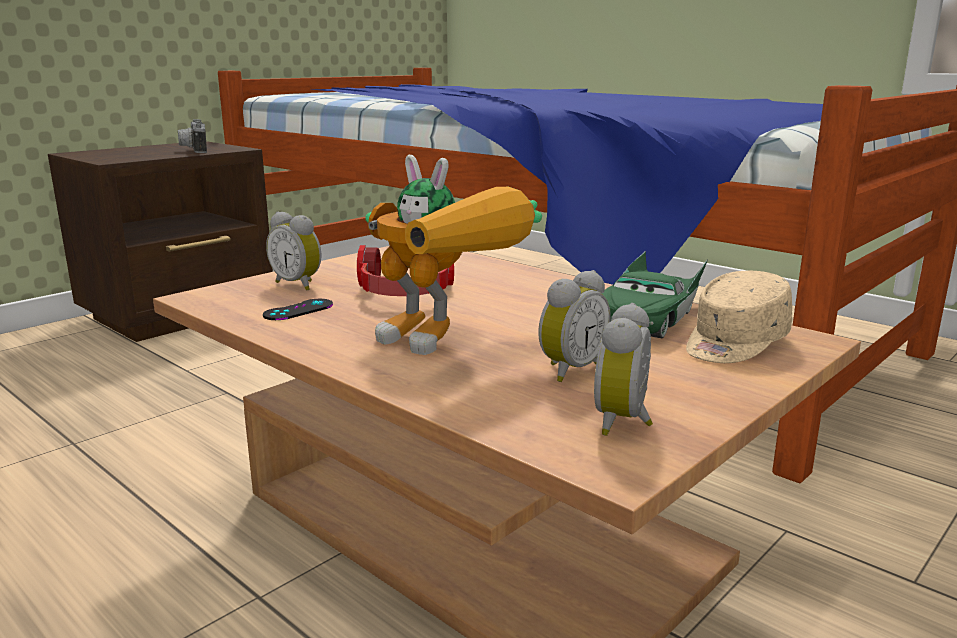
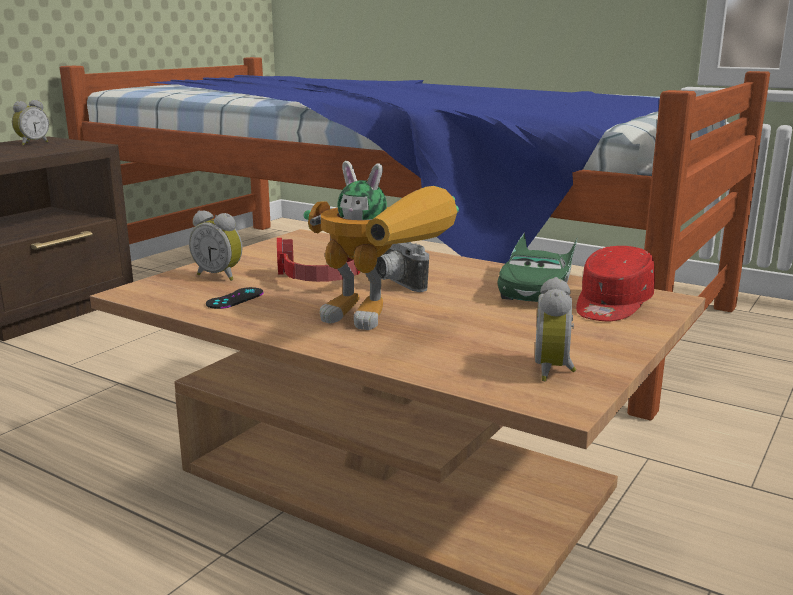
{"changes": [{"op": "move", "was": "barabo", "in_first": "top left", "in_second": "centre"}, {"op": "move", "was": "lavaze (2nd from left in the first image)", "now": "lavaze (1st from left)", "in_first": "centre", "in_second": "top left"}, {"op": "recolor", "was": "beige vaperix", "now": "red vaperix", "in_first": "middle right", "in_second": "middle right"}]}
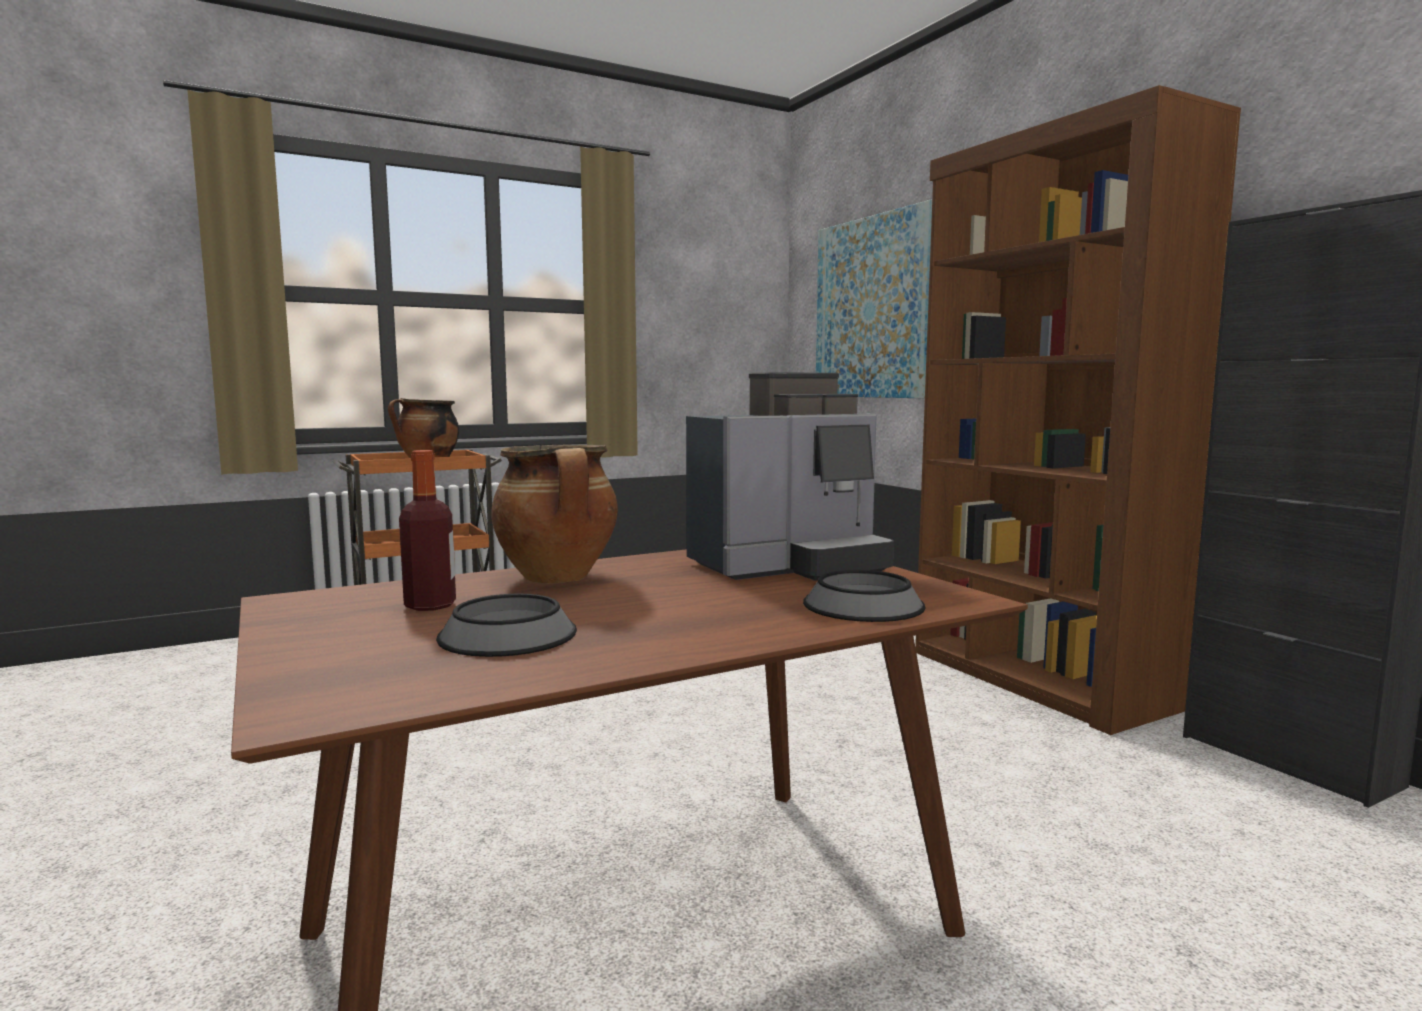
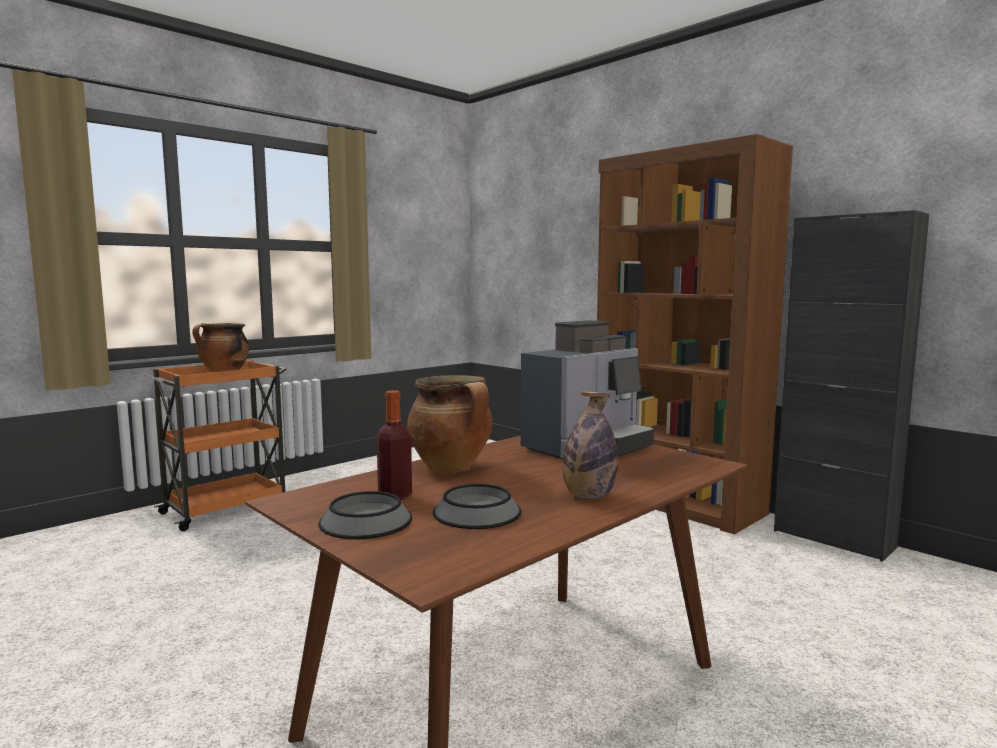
{"changes": [{"op": "delete", "was": "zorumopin", "in_first": "top centre"}, {"op": "move", "was": "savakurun (2nd from left in the first image)", "now": "savakurun (1st from left)", "in_first": "centre", "in_second": "bottom centre"}, {"op": "insert", "now": "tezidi (2nd from left)", "in_second": "centre"}]}
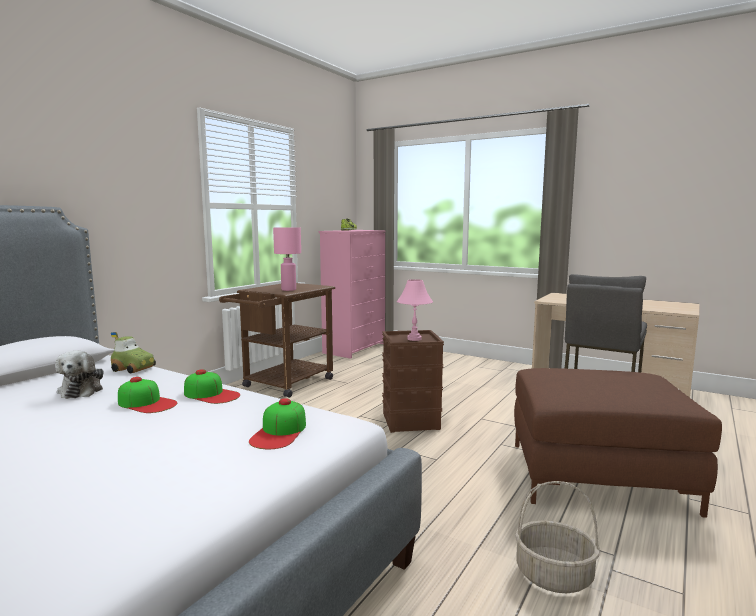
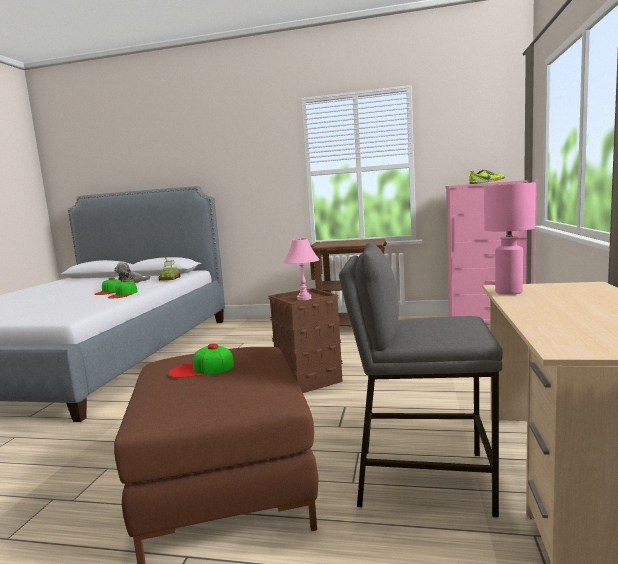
{"changes": [{"op": "move", "was": "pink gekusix (1st from left in the first image)", "now": "pink gekusix (2nd from left)", "in_first": "centre", "in_second": "middle right"}, {"op": "move", "was": "vaperix (3rd from left)", "in_first": "bottom centre", "in_second": "middle left"}, {"op": "delete", "was": "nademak", "in_first": "bottom right"}]}
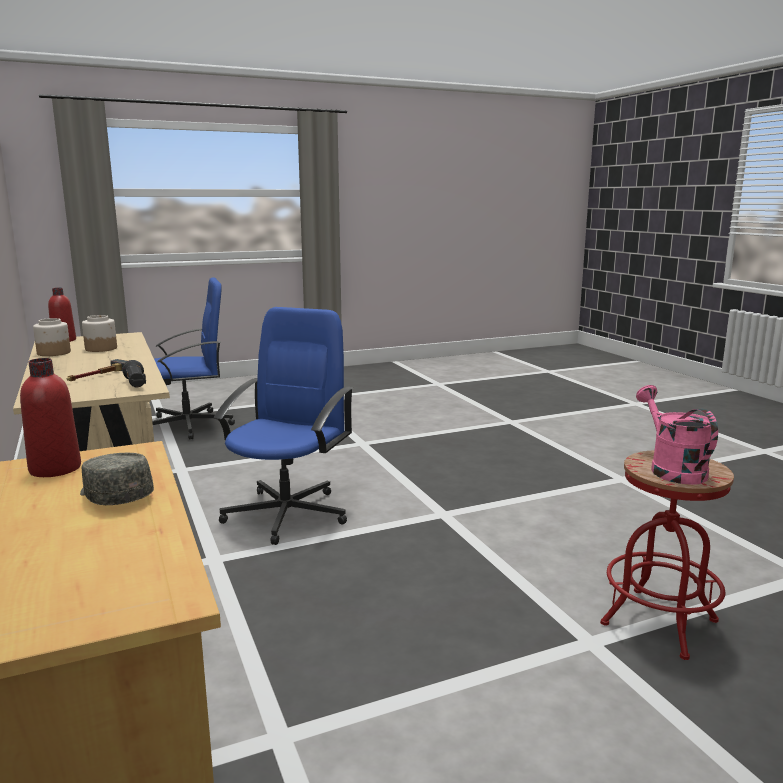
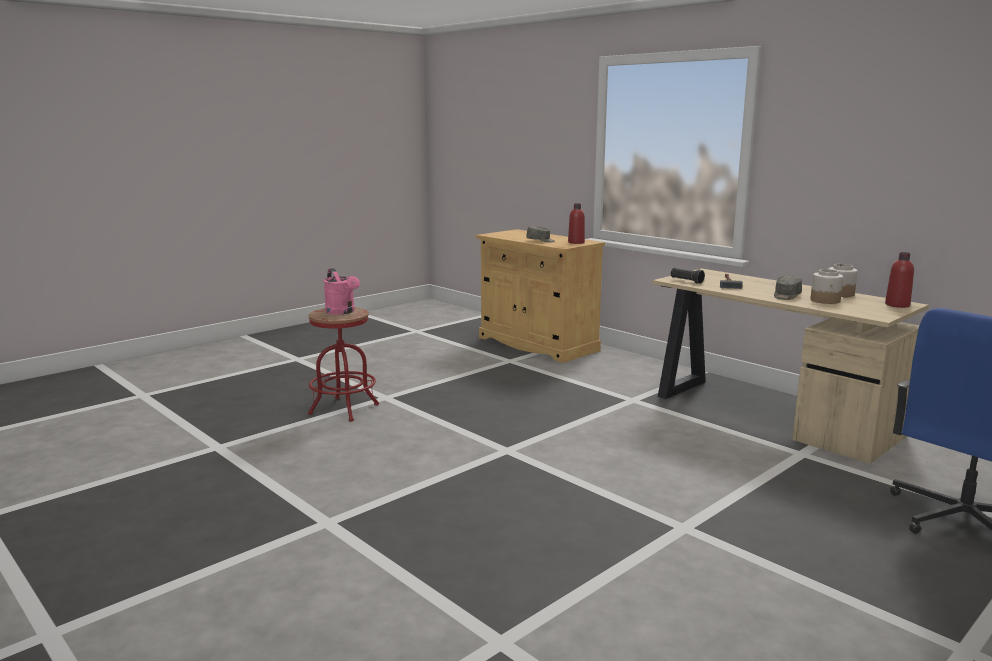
{"changes": [{"op": "delete", "was": "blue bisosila (2nd from left)", "in_first": "centre"}, {"op": "insert", "now": "grey vaperix (2nd from left)", "in_second": "middle right"}]}
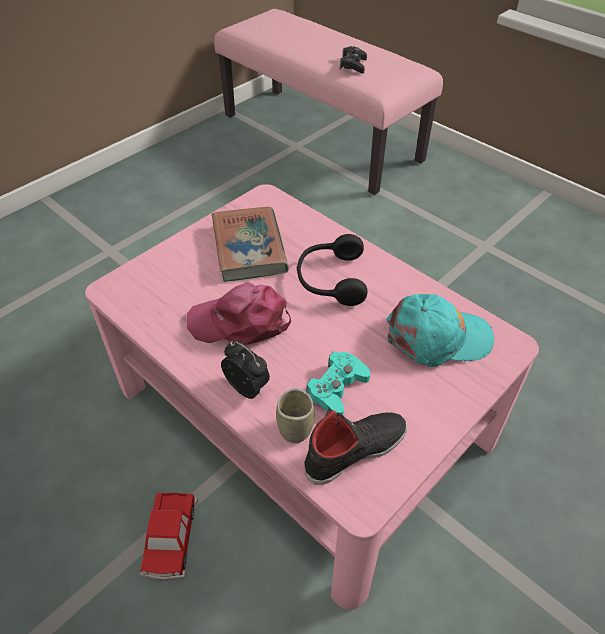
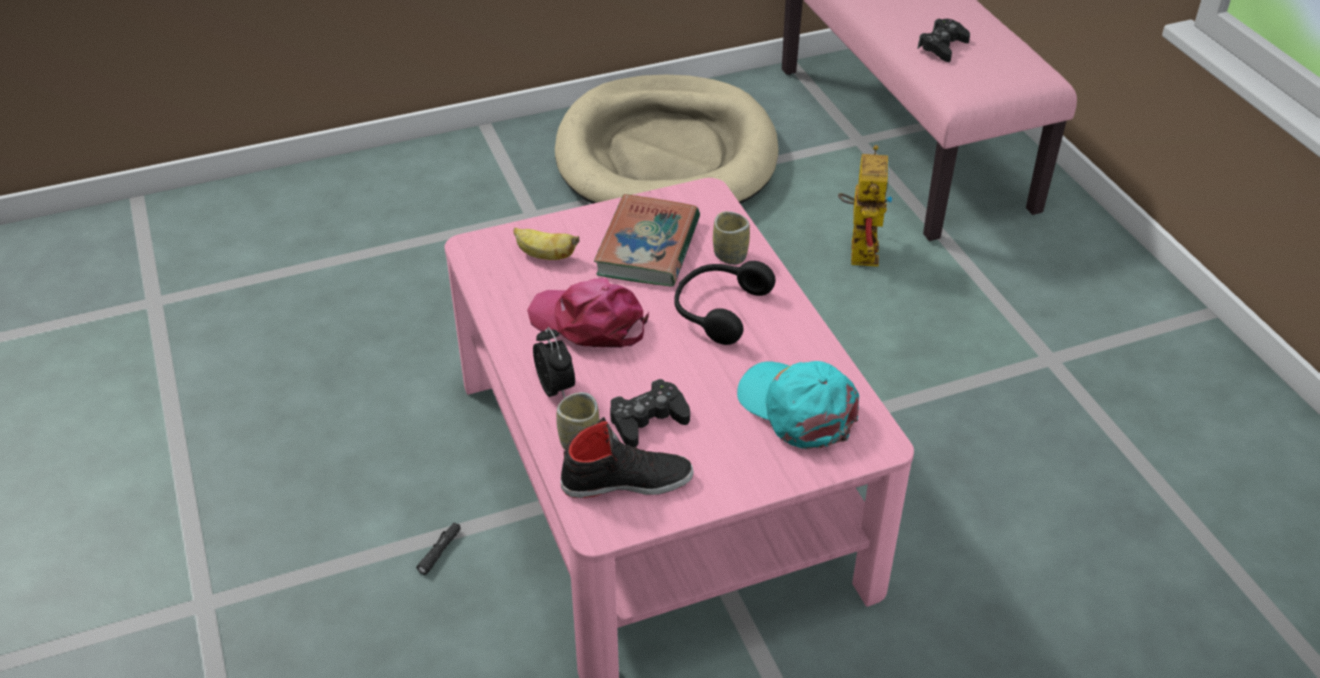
{"changes": [{"op": "rotate", "was": "turquoise vaperix", "in_first": "middle right", "in_second": "centre", "clockwise": -150}, {"op": "recolor", "was": "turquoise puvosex", "now": "black puvosex (1st from left)", "in_first": "centre", "in_second": "centre"}, {"op": "replace", "was": "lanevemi", "now": "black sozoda", "in_first": "bottom left", "in_second": "bottom left"}, {"op": "insert", "now": "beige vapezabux", "in_second": "top centre"}, {"op": "insert", "now": "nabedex", "in_second": "top centre"}, {"op": "insert", "now": "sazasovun (2nd from left)", "in_second": "centre"}, {"op": "insert", "now": "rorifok", "in_second": "centre"}]}
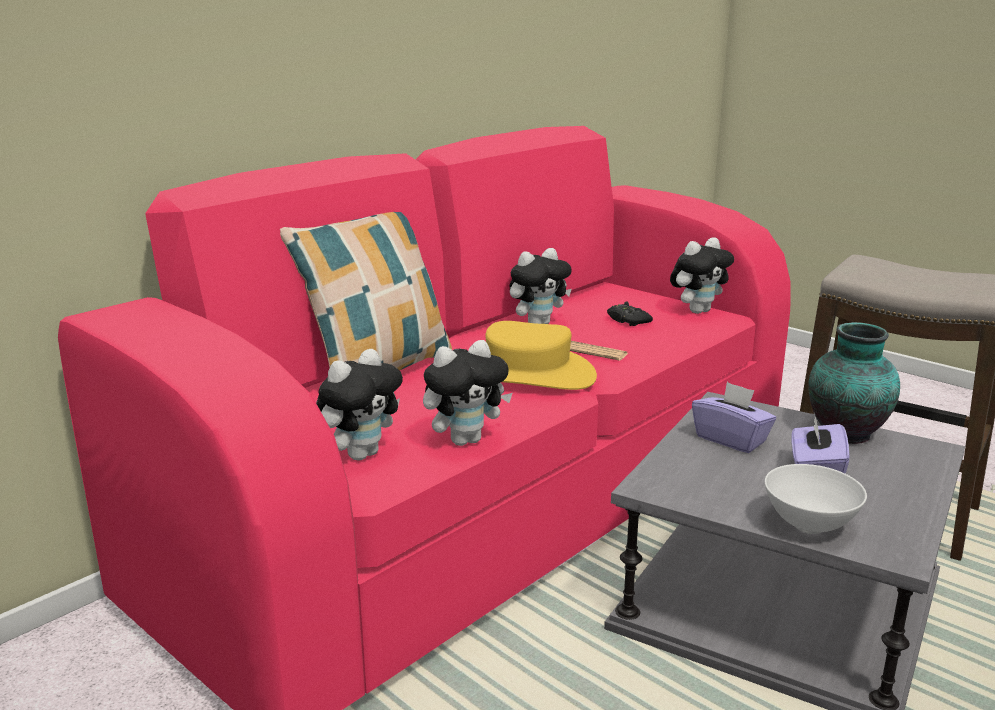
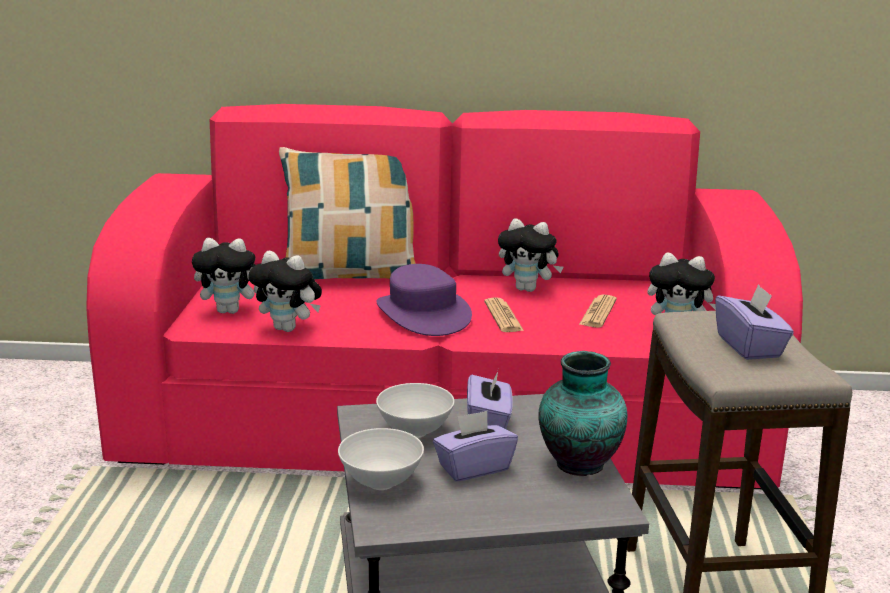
{"changes": [{"op": "replace", "was": "black puvosex", "now": "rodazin (2nd from left)", "in_first": "centre", "in_second": "middle right"}, {"op": "recolor", "was": "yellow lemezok", "now": "purple lemezok", "in_first": "centre", "in_second": "centre"}, {"op": "insert", "now": "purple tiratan (3rd from left)", "in_second": "middle right"}, {"op": "insert", "now": "white savakurun (2nd from left)", "in_second": "bottom centre"}]}
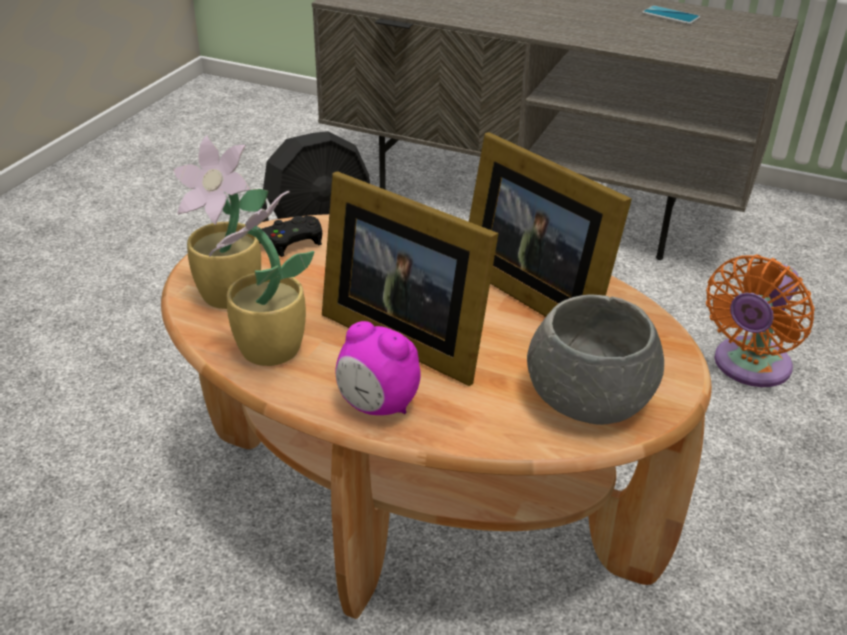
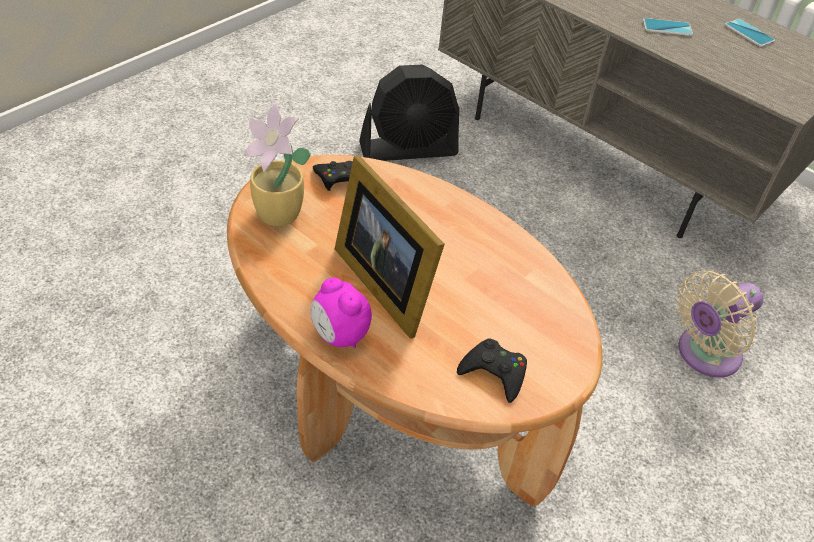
{"changes": [{"op": "delete", "was": "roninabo (2nd from left)", "in_first": "centre"}, {"op": "delete", "was": "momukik (2nd from left)", "in_first": "middle left"}, {"op": "recolor", "was": "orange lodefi", "now": "beige lodefi", "in_first": "middle right", "in_second": "middle right"}, {"op": "replace", "was": "grey savakurun", "now": "black puvosex (2nd from left)", "in_first": "middle right", "in_second": "bottom centre"}, {"op": "insert", "now": "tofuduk (1st from left)", "in_second": "top right"}]}
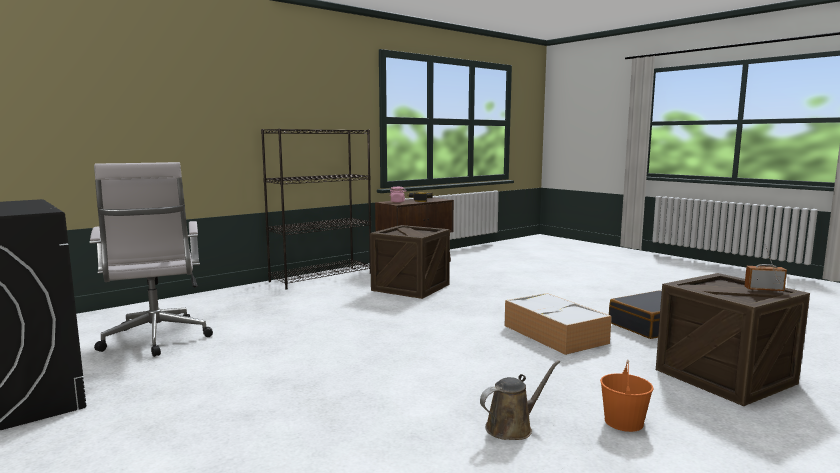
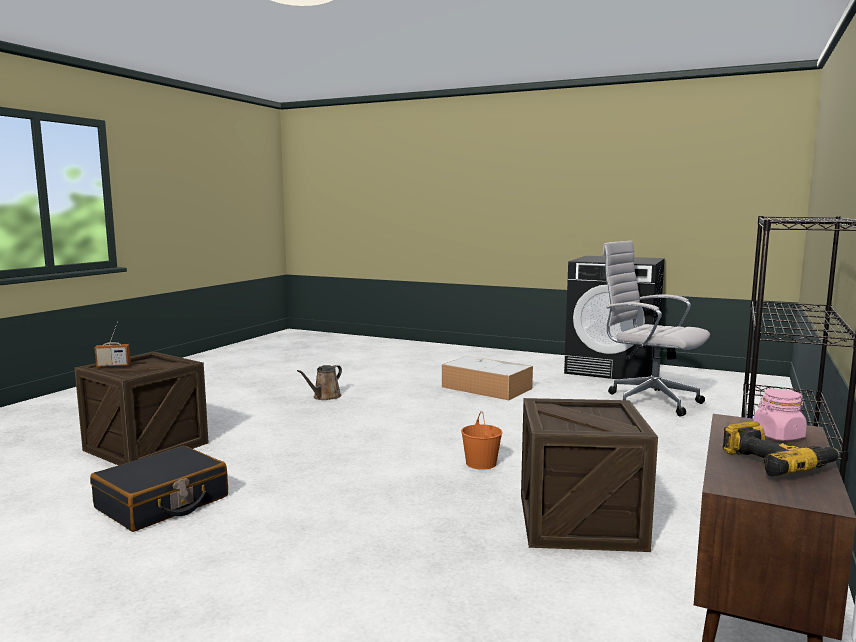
{"changes": [{"op": "move", "was": "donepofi", "in_first": "bottom centre", "in_second": "centre"}, {"op": "move", "was": "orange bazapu", "in_first": "bottom right", "in_second": "bottom centre"}]}
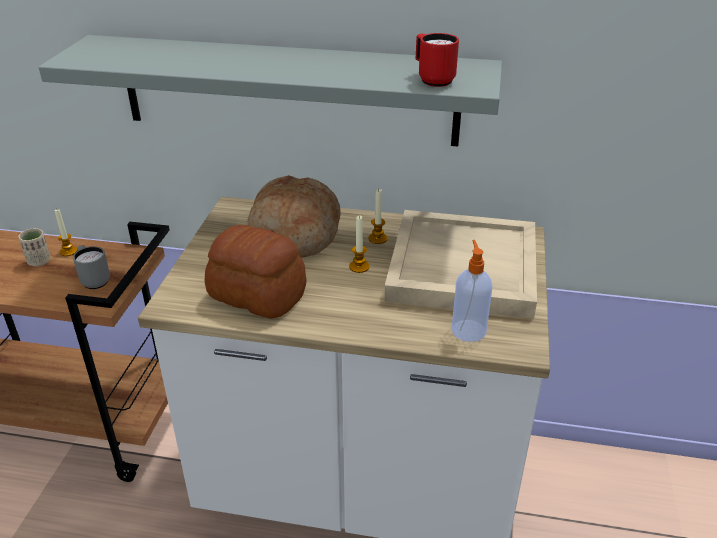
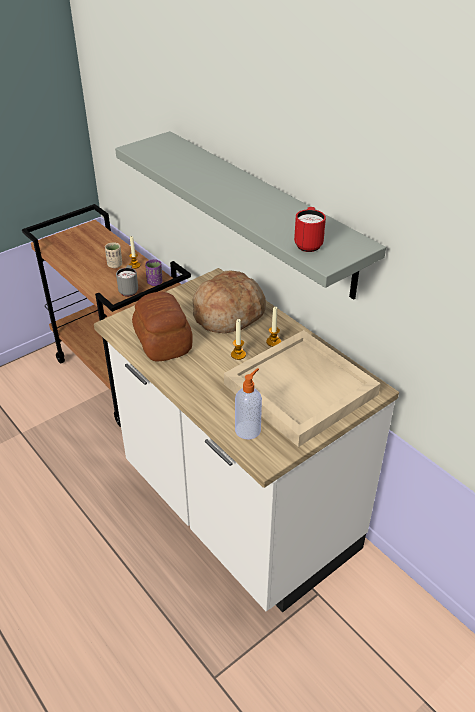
{"changes": [{"op": "insert", "now": "purple sazasovun", "in_second": "middle left"}]}
